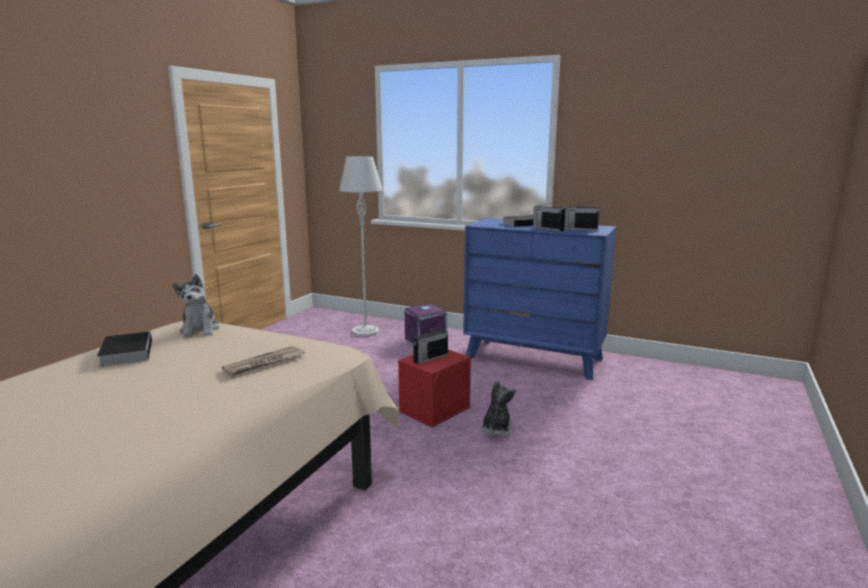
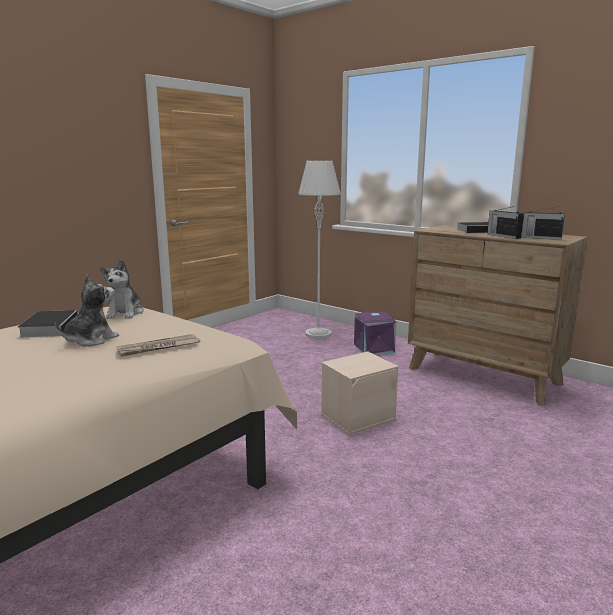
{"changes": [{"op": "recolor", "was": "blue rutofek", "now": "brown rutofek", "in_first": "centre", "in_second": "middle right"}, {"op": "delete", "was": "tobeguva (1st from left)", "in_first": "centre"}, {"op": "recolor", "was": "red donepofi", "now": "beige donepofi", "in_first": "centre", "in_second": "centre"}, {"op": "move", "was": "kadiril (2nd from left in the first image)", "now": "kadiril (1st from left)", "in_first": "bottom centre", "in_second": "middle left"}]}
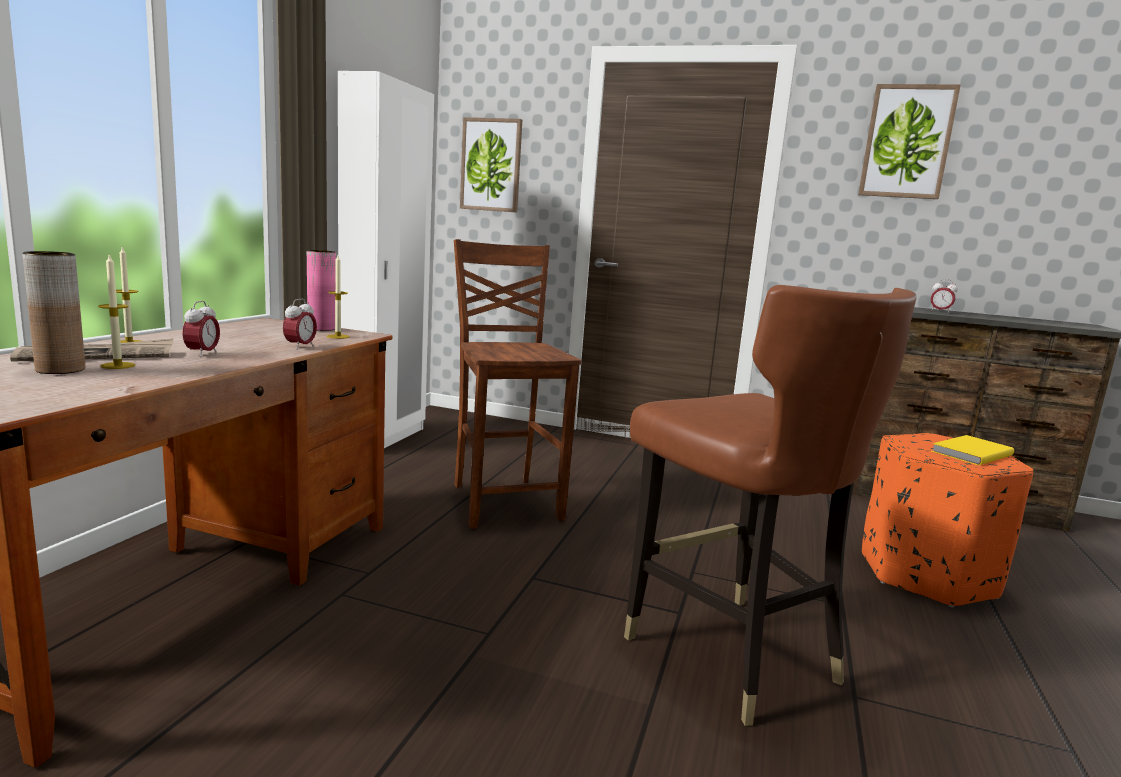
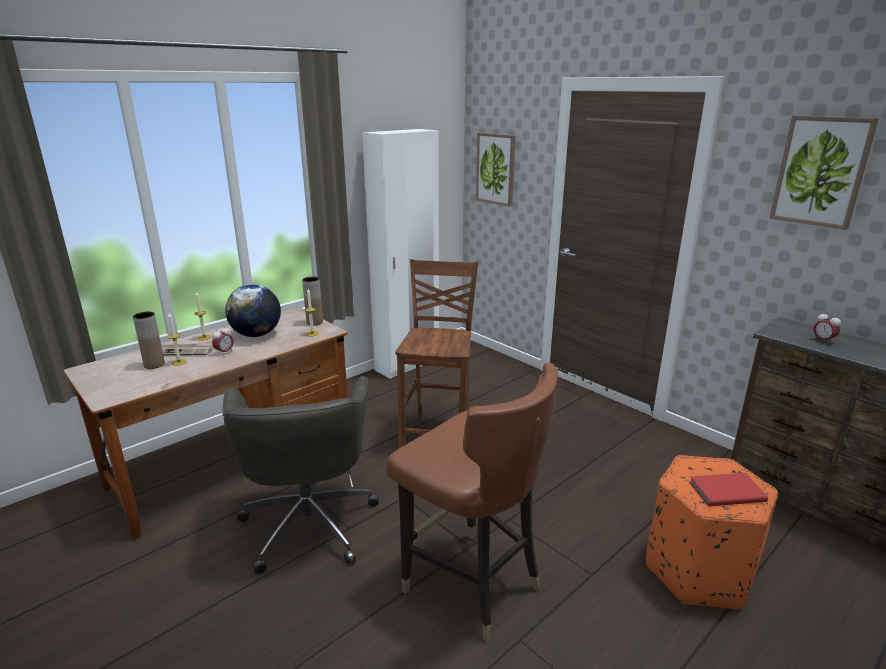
{"changes": [{"op": "recolor", "was": "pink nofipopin", "now": "brown nofipopin (2nd from left)", "in_first": "middle left", "in_second": "centre"}, {"op": "rotate", "was": "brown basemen (2nd from left)", "in_first": "middle right", "in_second": "bottom centre", "clockwise": -45}, {"op": "delete", "was": "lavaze (2nd from left)", "in_first": "middle left"}, {"op": "recolor", "was": "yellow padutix", "now": "red padutix", "in_first": "middle right", "in_second": "bottom right"}, {"op": "insert", "now": "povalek", "in_second": "middle left"}, {"op": "insert", "now": "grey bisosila", "in_second": "bottom centre"}]}
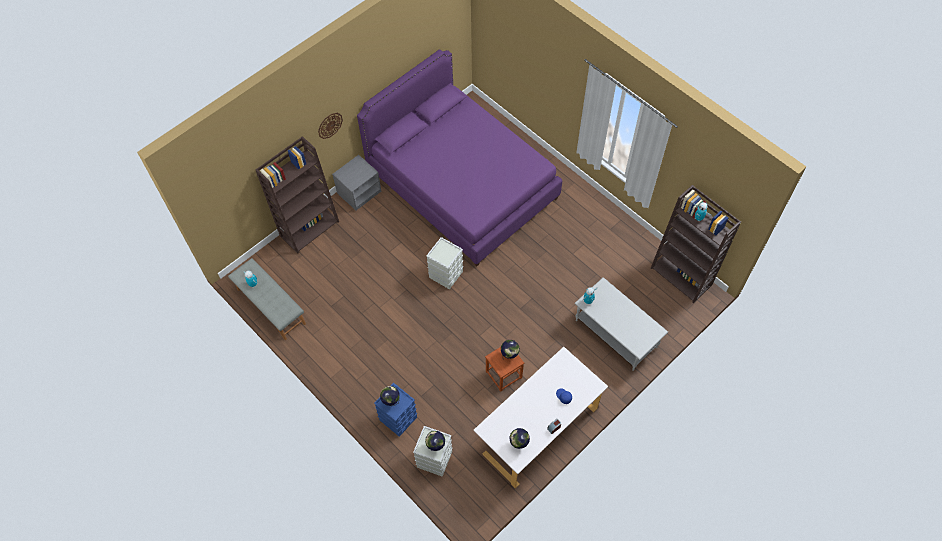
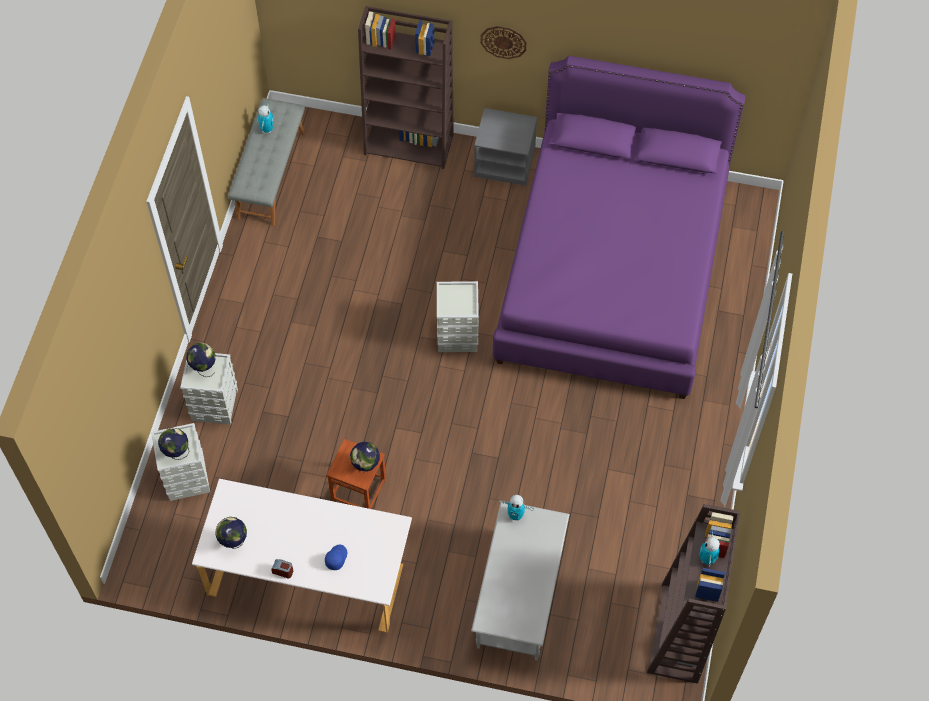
{"changes": [{"op": "recolor", "was": "blue donepofi", "now": "grey donepofi (2nd from left)", "in_first": "bottom centre", "in_second": "middle left"}]}
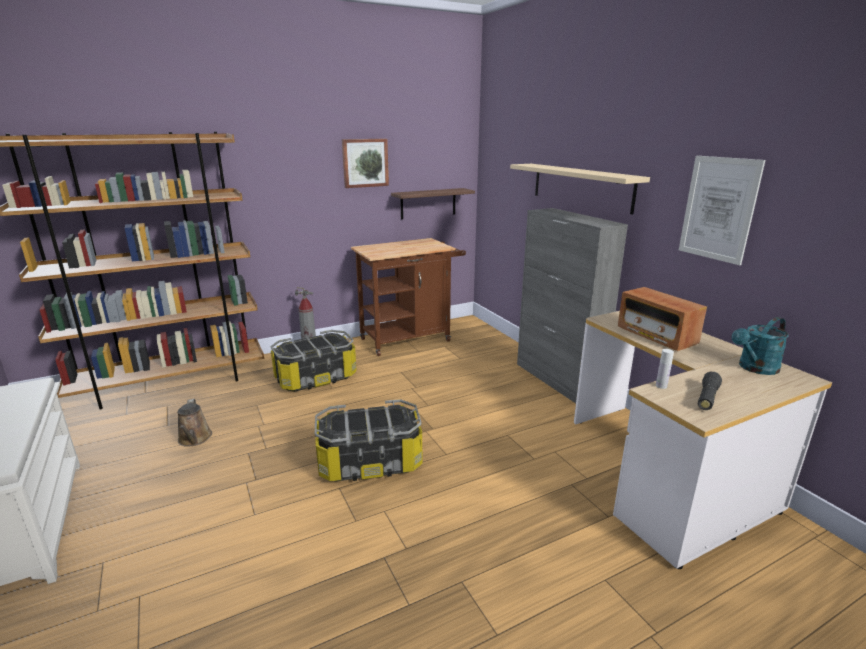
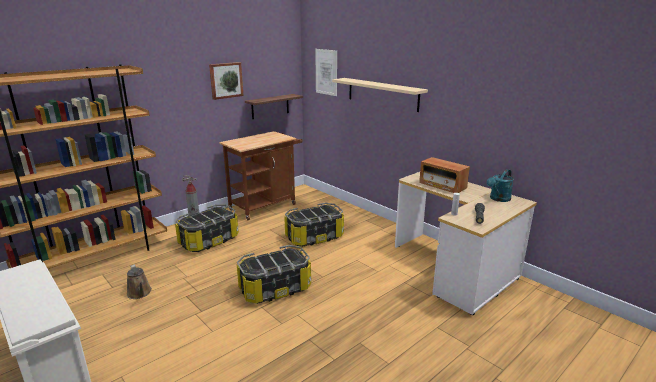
{"changes": [{"op": "move", "was": "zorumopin (2nd from left)", "in_first": "top right", "in_second": "top centre"}, {"op": "delete", "was": "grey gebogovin", "in_first": "centre"}, {"op": "insert", "now": "donepofi (3rd from left)", "in_second": "centre"}]}
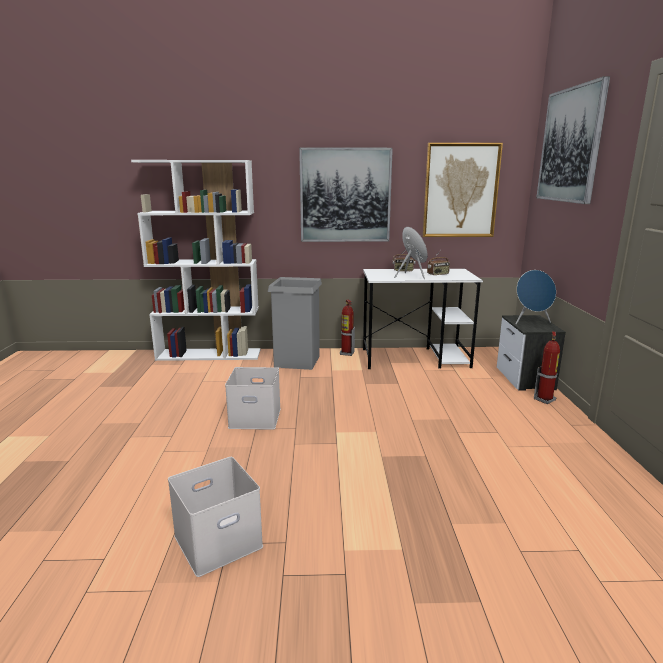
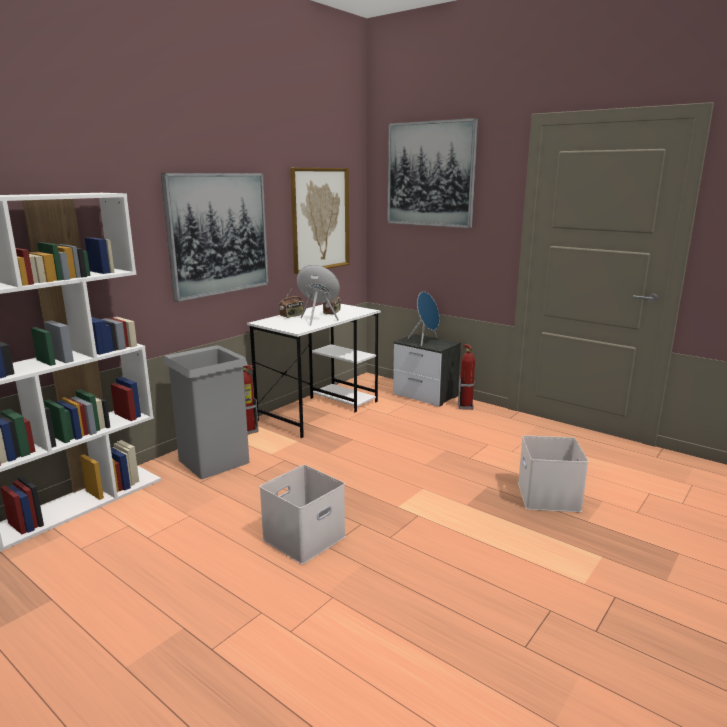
{"changes": [{"op": "move", "was": "white donepofi (1st from left in the first image)", "now": "white donepofi (2nd from left)", "in_first": "bottom left", "in_second": "middle right"}]}
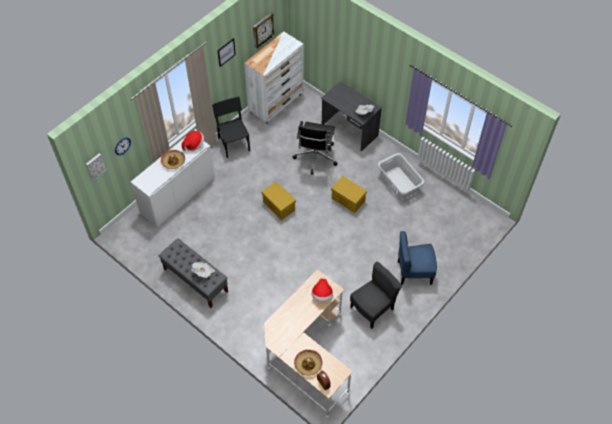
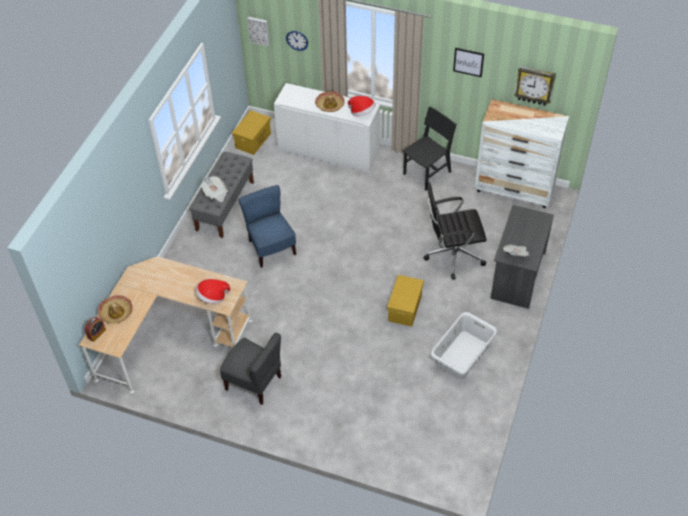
{"changes": [{"op": "move", "was": "yellow donepofi (1st from left)", "in_first": "centre", "in_second": "top centre"}, {"op": "move", "was": "blue basemen", "in_first": "middle right", "in_second": "centre"}]}
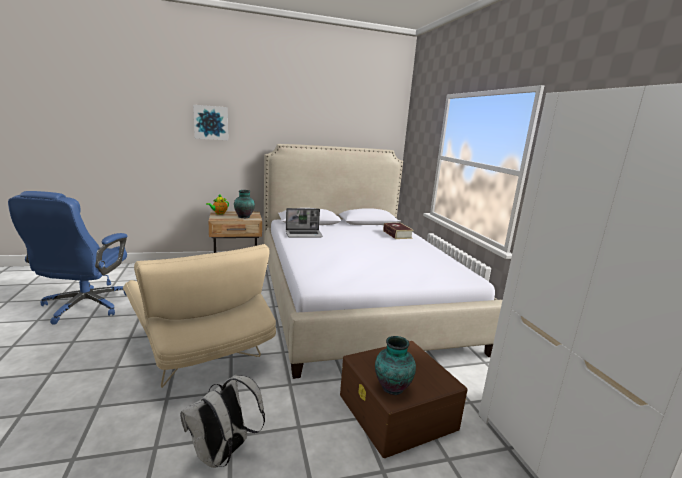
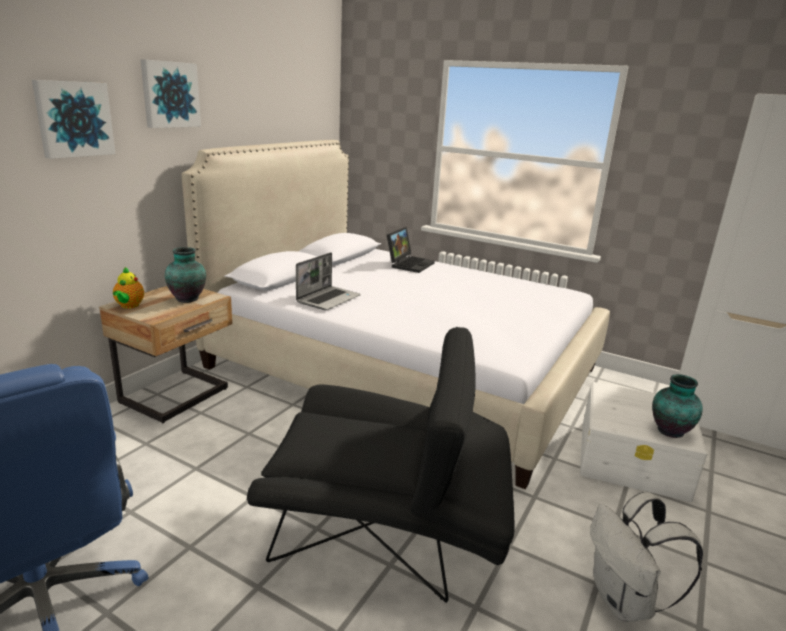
{"changes": [{"op": "replace", "was": "padutix", "now": "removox (2nd from left)", "in_first": "centre", "in_second": "centre"}, {"op": "recolor", "was": "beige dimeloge", "now": "black dimeloge", "in_first": "middle left", "in_second": "bottom centre"}, {"op": "recolor", "was": "brown donepofi", "now": "white donepofi", "in_first": "bottom centre", "in_second": "bottom right"}, {"op": "insert", "now": "zorumopin (2nd from left)", "in_second": "top left"}]}
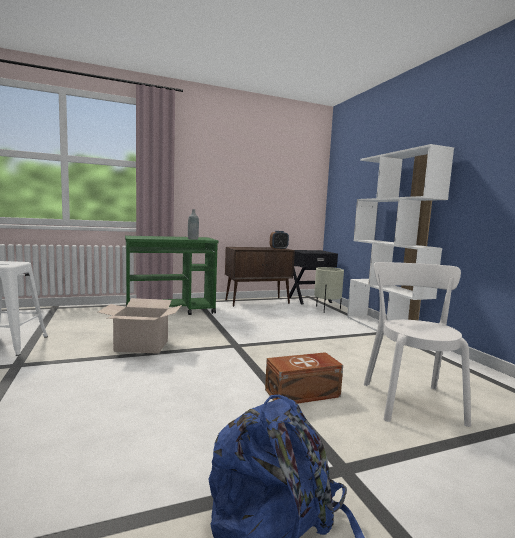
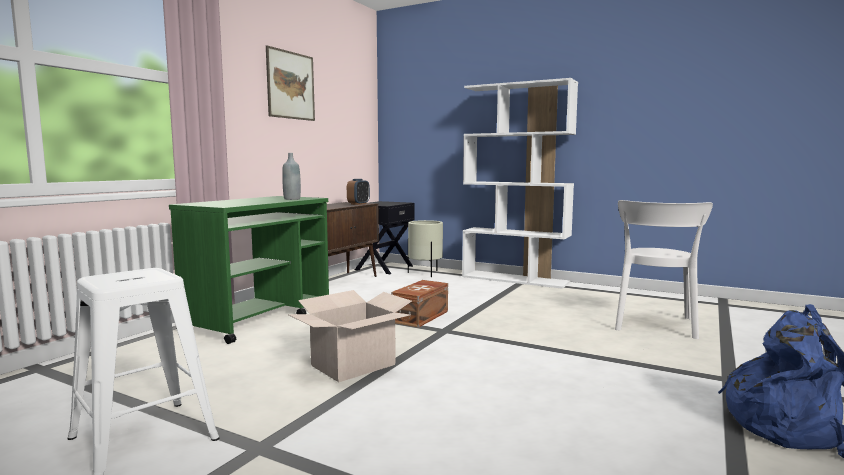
{"changes": [{"op": "rotate", "was": "white basemen", "in_first": "middle right", "in_second": "middle right", "clockwise": -120}, {"op": "move", "was": "brown donepofi", "in_first": "bottom centre", "in_second": "centre"}, {"op": "insert", "now": "zorumopin", "in_second": "top centre"}]}
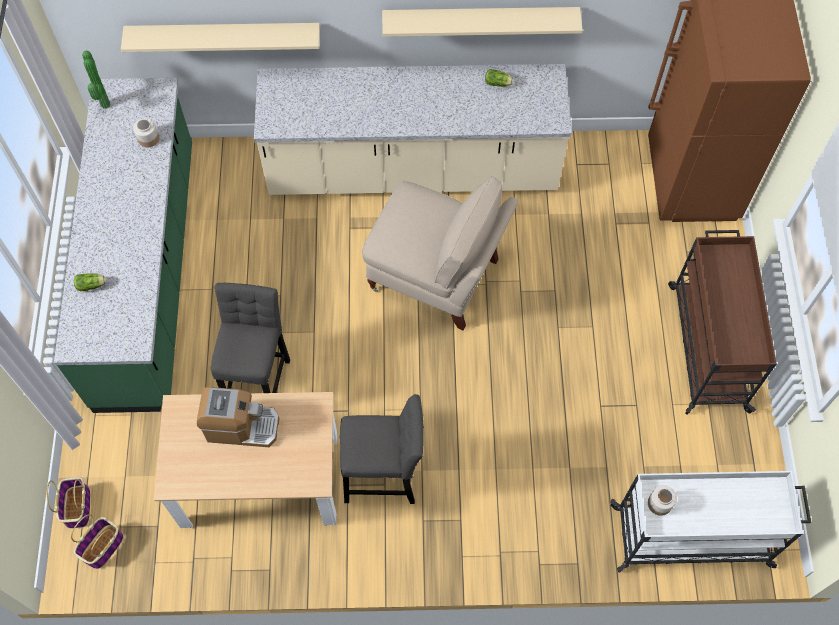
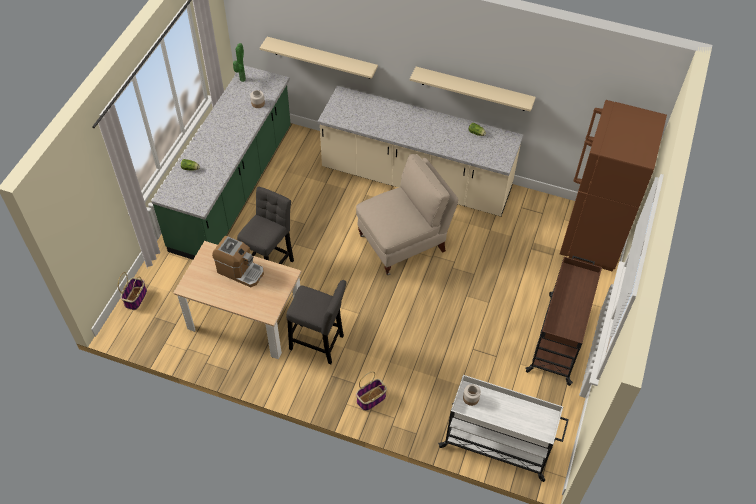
{"changes": [{"op": "rotate", "was": "beige basemen", "in_first": "centre", "in_second": "centre", "clockwise": -75}, {"op": "move", "was": "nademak (2nd from left)", "in_first": "bottom left", "in_second": "bottom centre"}]}
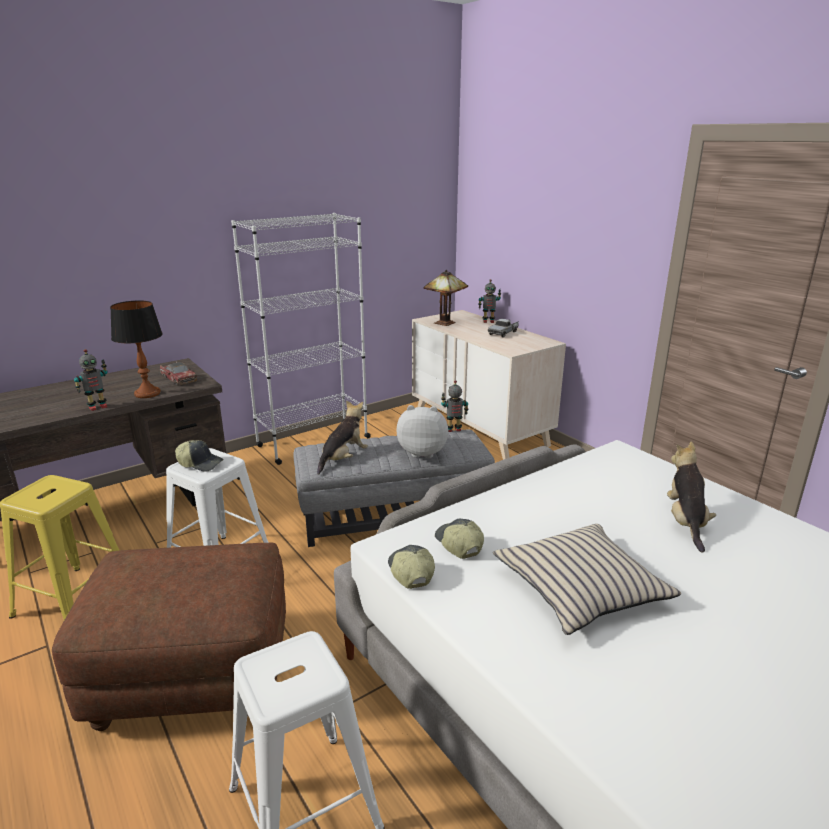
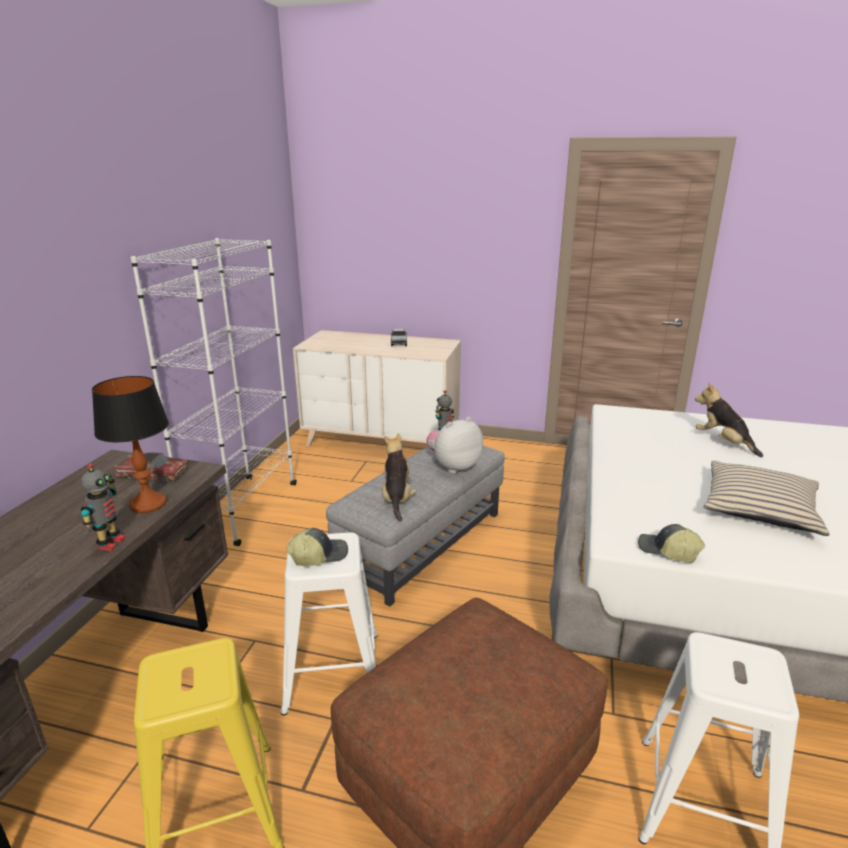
{"changes": [{"op": "delete", "was": "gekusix (2nd from left)", "in_first": "centre"}, {"op": "delete", "was": "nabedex (3rd from left)", "in_first": "centre"}, {"op": "delete", "was": "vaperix (3rd from left)", "in_first": "centre"}]}
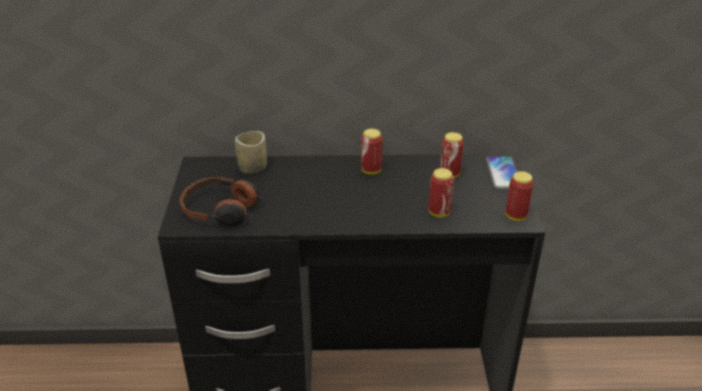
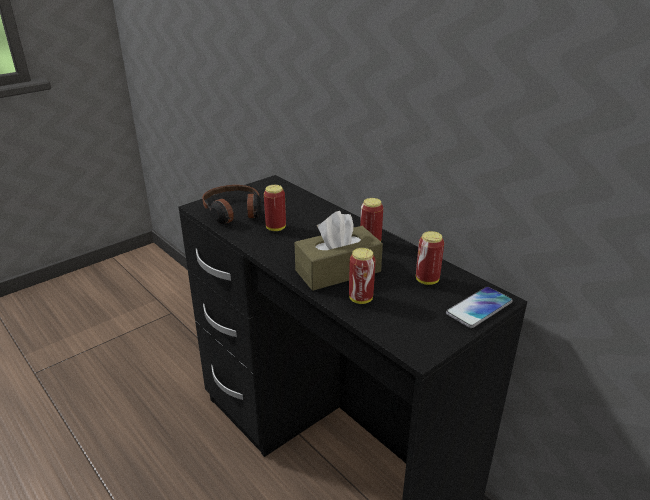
{"changes": [{"op": "delete", "was": "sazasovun", "in_first": "centre"}, {"op": "move", "was": "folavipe (4th from left in the first image)", "now": "folavipe (1st from left)", "in_first": "middle right", "in_second": "centre"}, {"op": "insert", "now": "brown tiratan", "in_second": "centre"}]}
